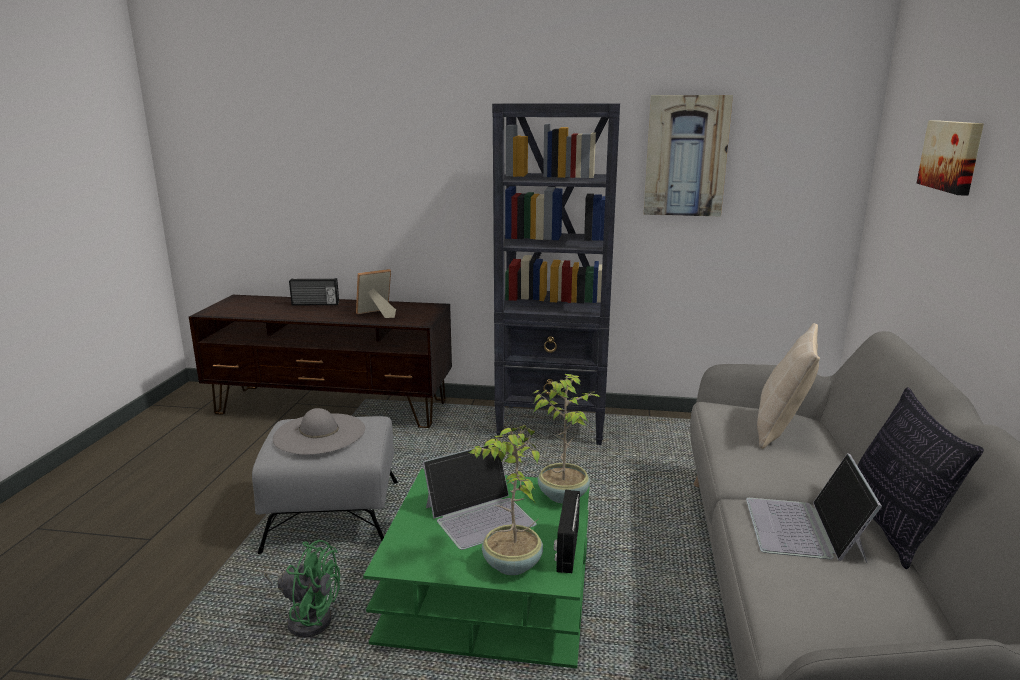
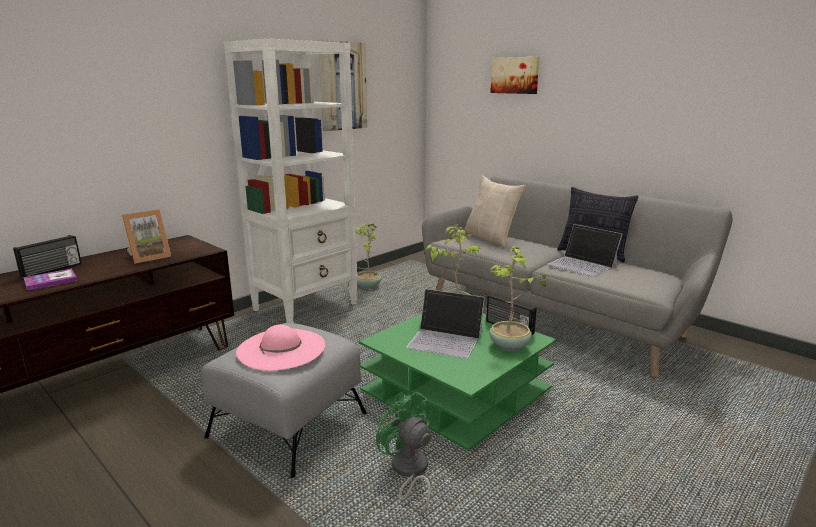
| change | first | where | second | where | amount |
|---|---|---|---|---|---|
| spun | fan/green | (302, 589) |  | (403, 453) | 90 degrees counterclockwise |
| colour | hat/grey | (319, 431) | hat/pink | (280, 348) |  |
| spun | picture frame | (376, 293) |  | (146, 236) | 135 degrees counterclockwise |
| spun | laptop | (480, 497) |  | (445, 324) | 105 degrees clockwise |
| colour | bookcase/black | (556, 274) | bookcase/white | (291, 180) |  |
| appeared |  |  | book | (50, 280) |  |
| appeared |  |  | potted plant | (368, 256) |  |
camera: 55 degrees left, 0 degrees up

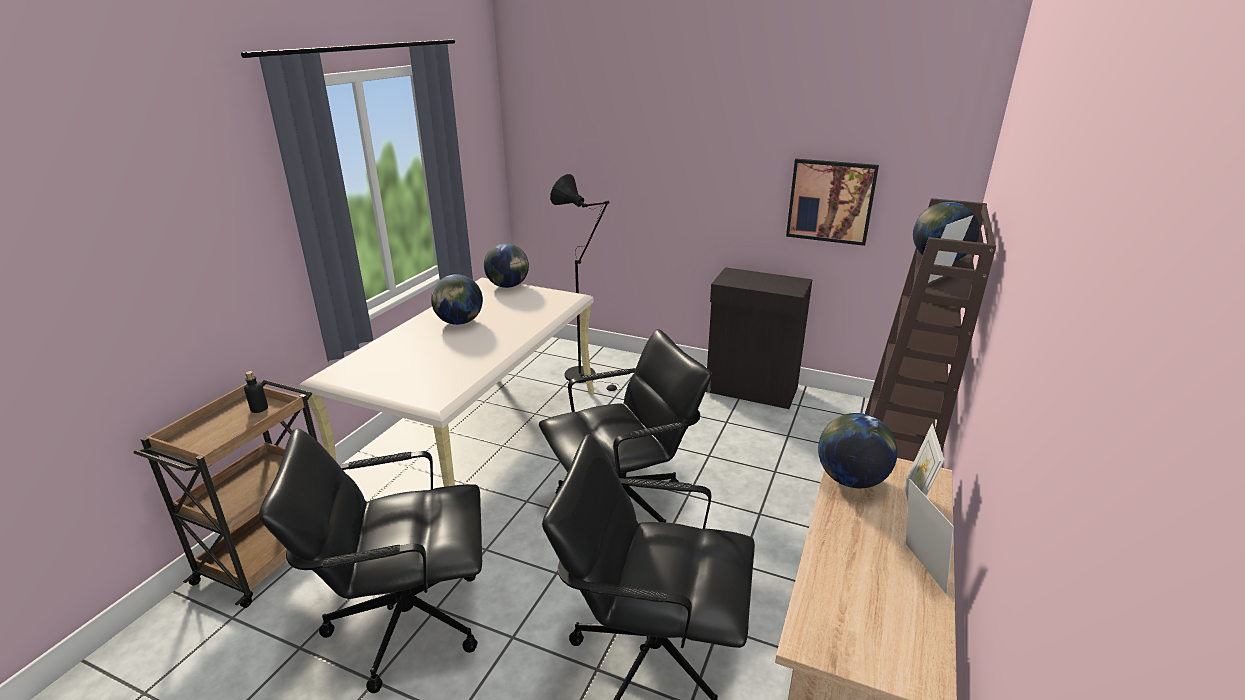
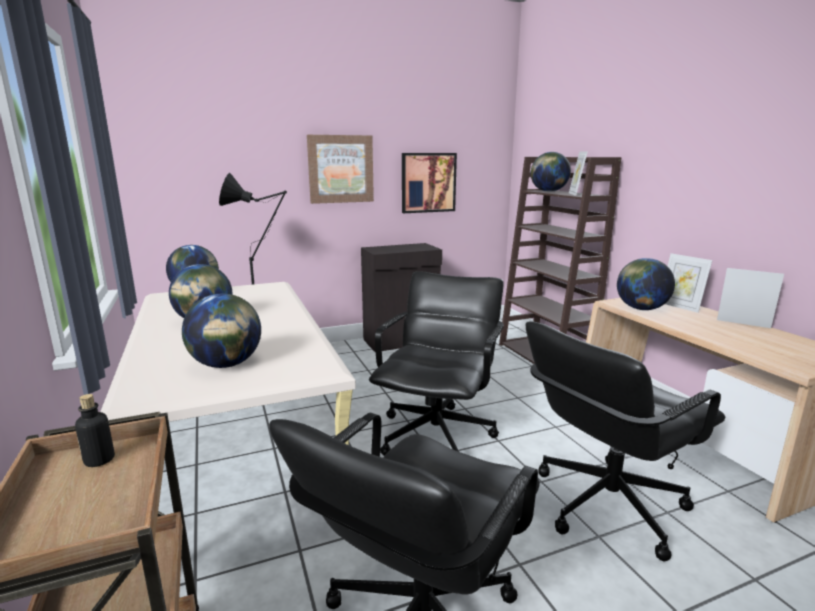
| change | first | where | second | where | amount |
|---|---|---|---|---|---|
| appeared |  |  | globe | (221, 330) |  |
| appeared |  |  | picture | (340, 169) |  |
camera: 45 degrees left, 10 degrees down

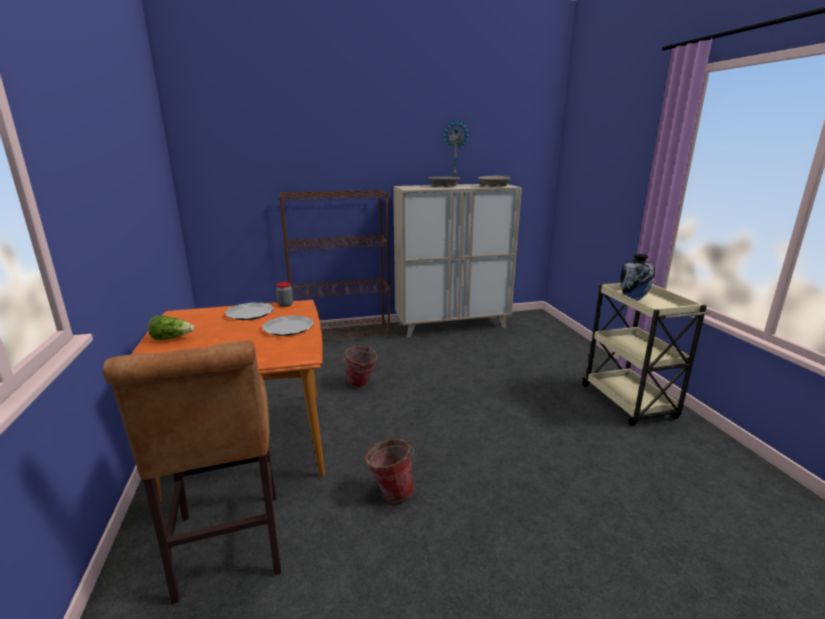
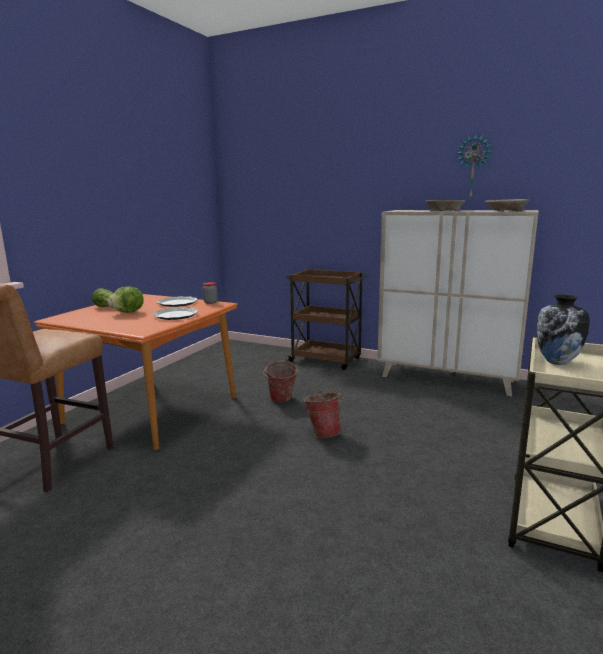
| change | first | where | second | where | amount |
|---|---|---|---|---|---|
| exchanged | bookcase/brown | (335, 265) | cart/brown | (326, 319) |  |
| relocated | bucket | (389, 471) |  | (323, 414) |  |
| appeared |  |  | lettuce | (126, 299) |  |
camera: 40 degrees right, 5 degrees down

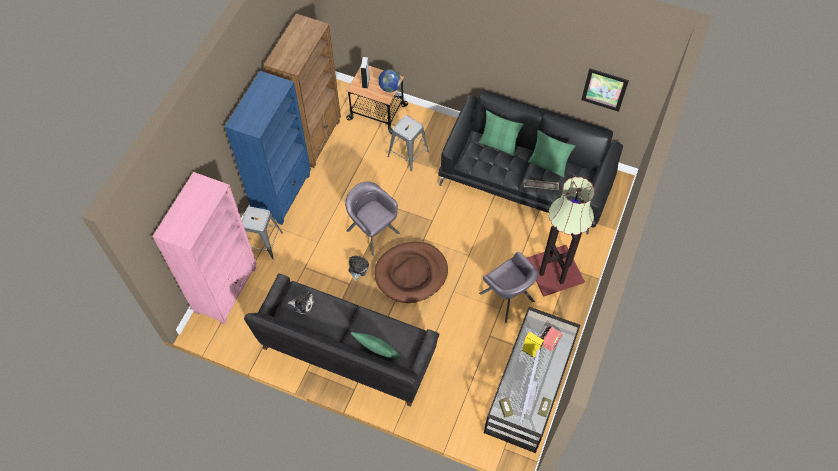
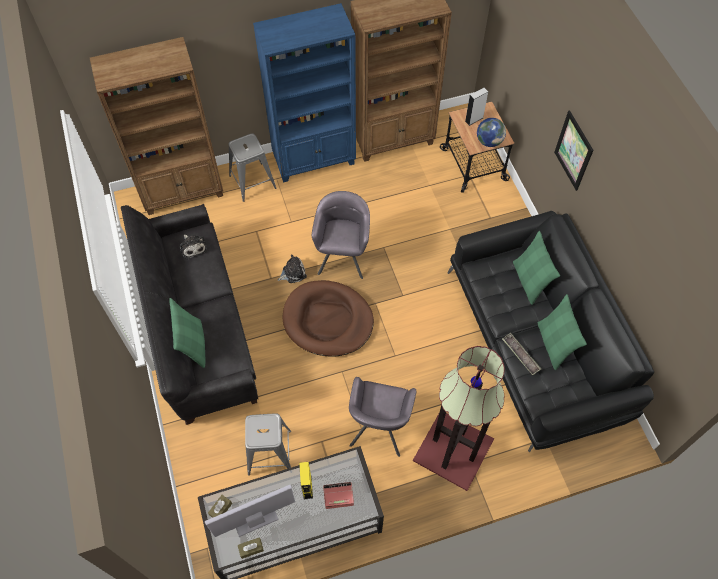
| change | first | where | second | where | amount |
|---|---|---|---|---|---|
| colour | bookcase/pink | (204, 248) | bookcase/brown | (156, 126) |  |
| relocated | stool/grey | (408, 143) |  | (268, 444) |  |
| relocated | picture | (605, 90) |  | (573, 150) |  |
camera: 50 degrees right, 0 degrees up

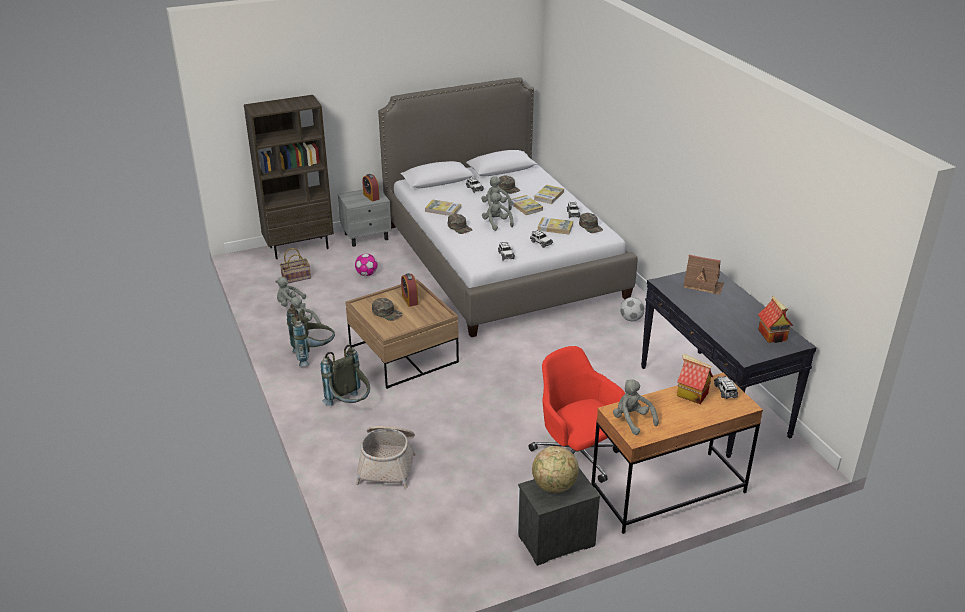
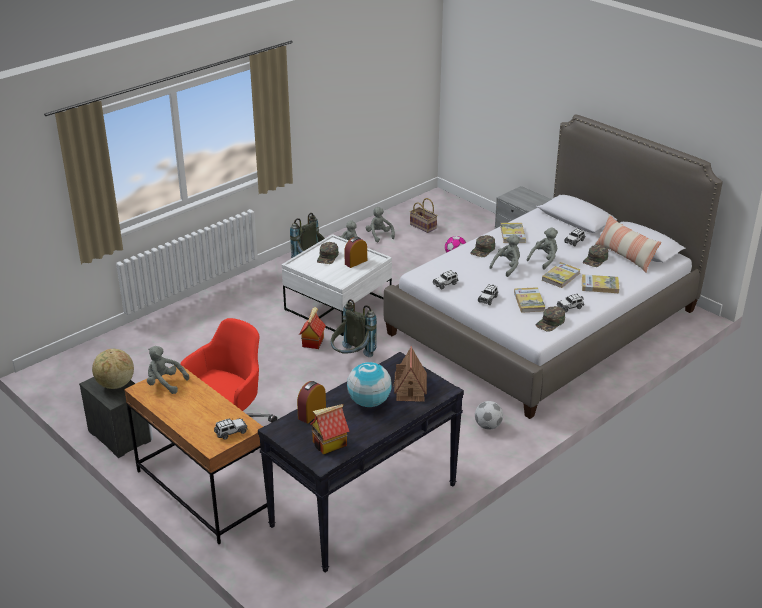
| change | first | where | second | where | amount |
|---|---|---|---|---|---|
| missing | bookcase/brown | (289, 177) |  |  |  |
| relocated | backpack/grey | (345, 375) |  | (354, 328) |  |
| colour | coffee table/brown | (402, 334) | coffee table/white | (337, 285) |  |
| missing | basket | (385, 457) |  |  |  |
| relocated | alarm clock | (371, 187) |  | (311, 402) |  |
| spun | plush toy/grey | (636, 407) |  | (168, 370) | 105 degrees counterclockwise |
| relocated | toy house | (695, 379) |  | (312, 328) |  |
| appeared |  |  | globe | (369, 384) |  |
| appeared |  |  | pillow | (627, 243) |  |
camera: 70 degrees right, 0 degrees up

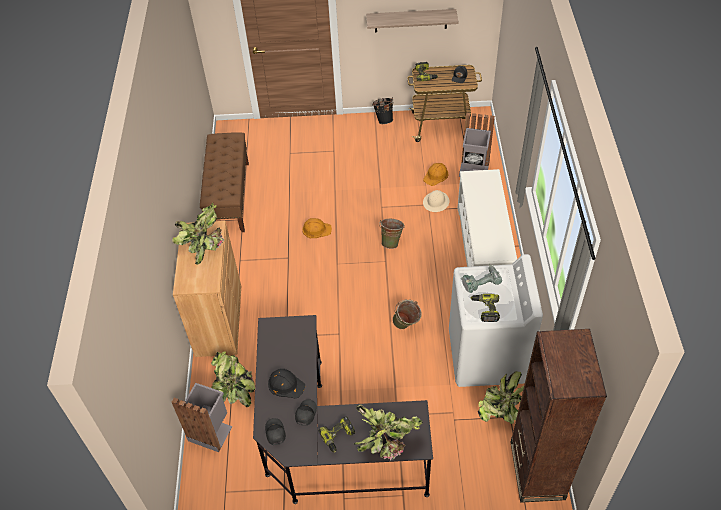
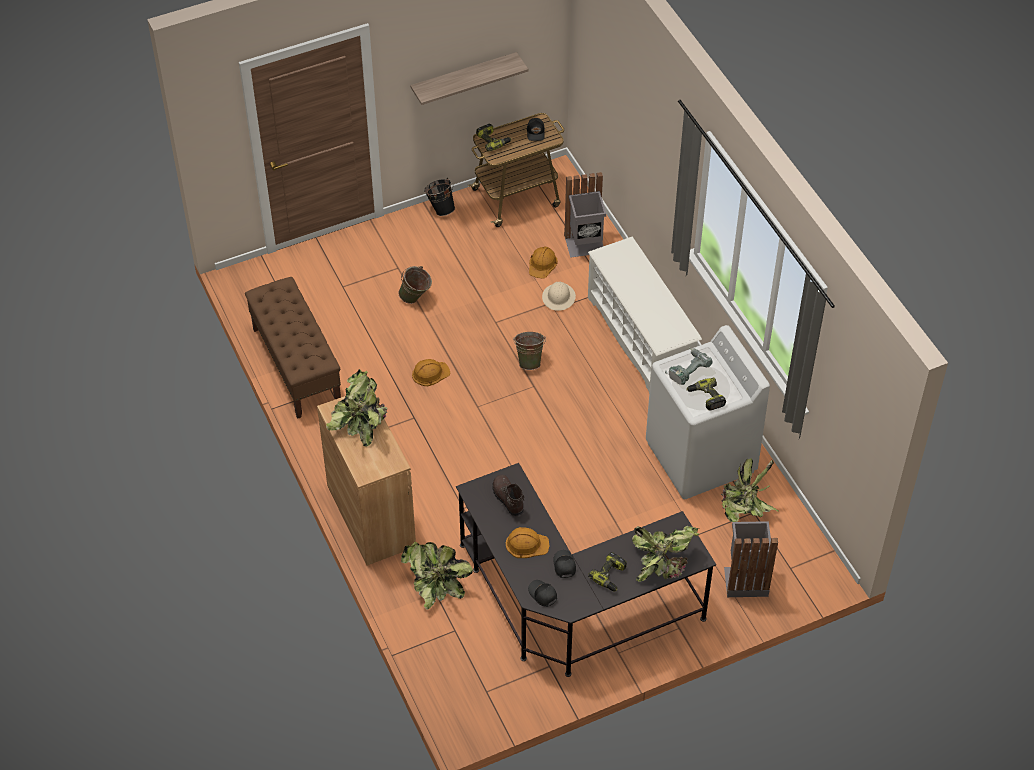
| change | first | where | second | where | amount |
|---|---|---|---|---|---|
| relocated | trash can/grey | (202, 417) |  | (751, 559) |  |
| colour | hard hat/black | (286, 383) | hard hat/orange | (528, 542) |  |
| relocated | bucket/green | (407, 314) |  | (415, 285) |  |
| missing | bookcase/brown | (558, 416) |  |  |  |
| appeared |  |  | boot/brown | (508, 495) |  |
camera: 25 degrees left, 0 degrees up

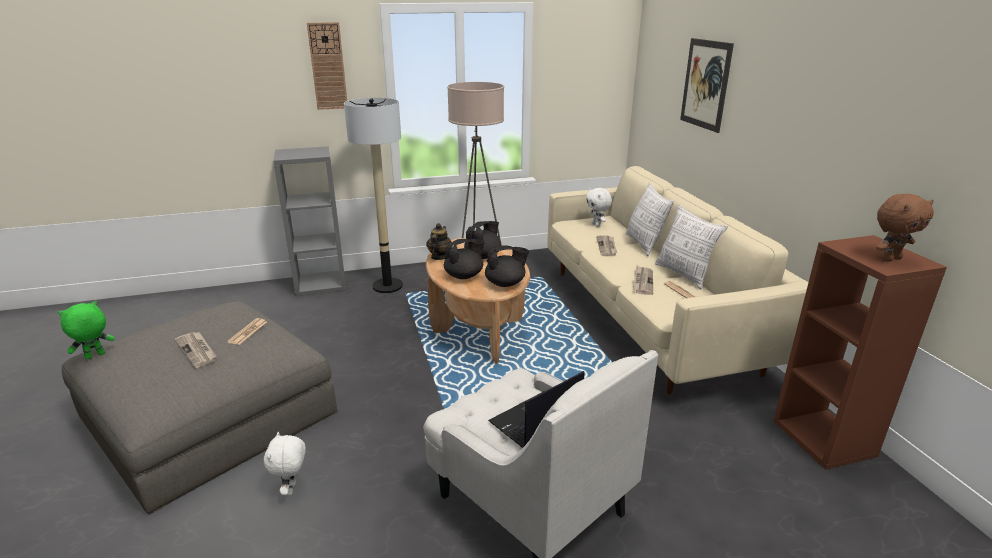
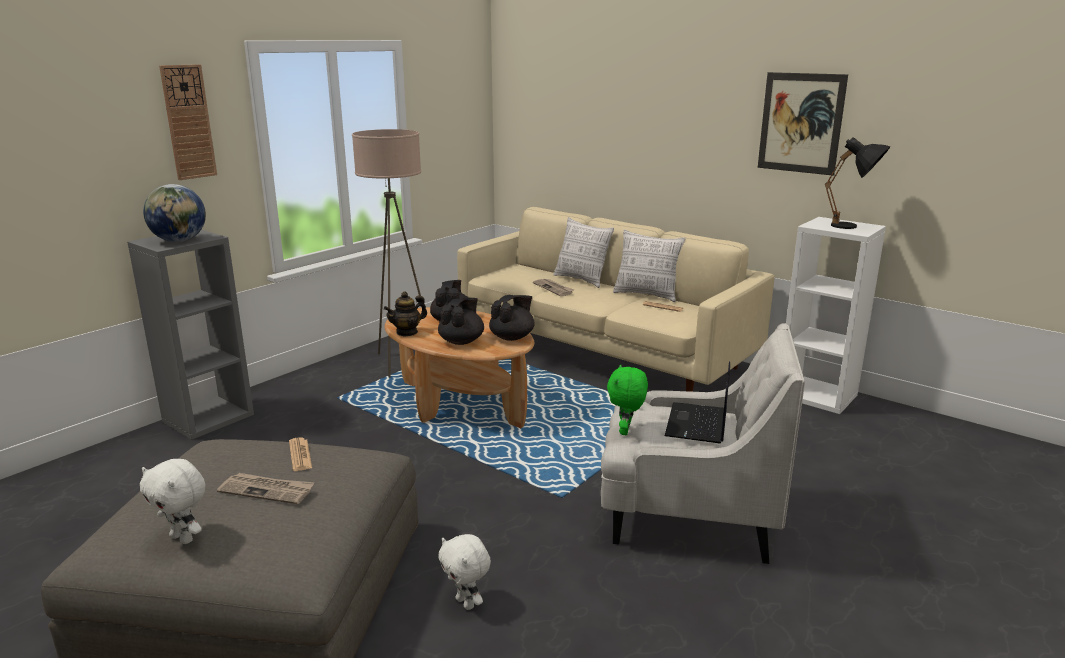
| change | first | where | second | where | amount |
|---|---|---|---|---|---|
| relocated | plush toy/green | (86, 330) |  | (627, 399) |  |
| missing | floor lamp | (373, 195) |  |  |  |
| spun | teapot | (439, 241) |  | (405, 314) | 105 degrees counterclockwise |
| relocated | plush toy/white | (599, 207) |  | (172, 501) |  |
| missing | newspaper | (643, 280) |  |  |  |
| relocated | picture | (707, 85) |  | (803, 124) |  |
| colour | bookcase/brown | (860, 352) | bookcase/white | (836, 315) |  |
| exchanged | plush toy/brown | (905, 228) | table lamp/black | (857, 183) |  |
| appeared |  |  | globe | (174, 213) |  |
camera: 35 degrees left, 5 degrees down

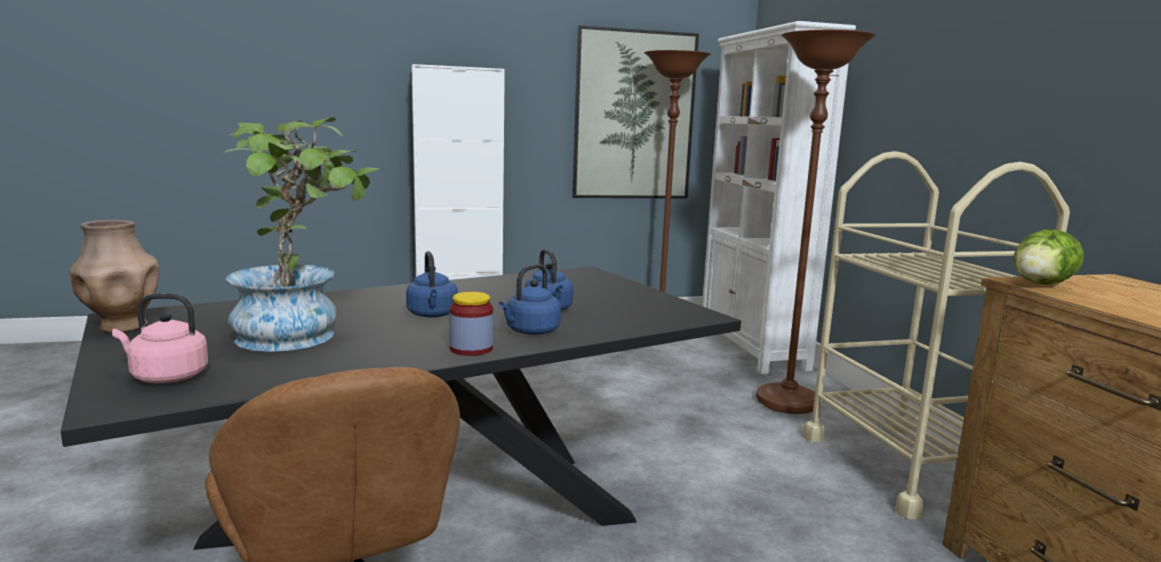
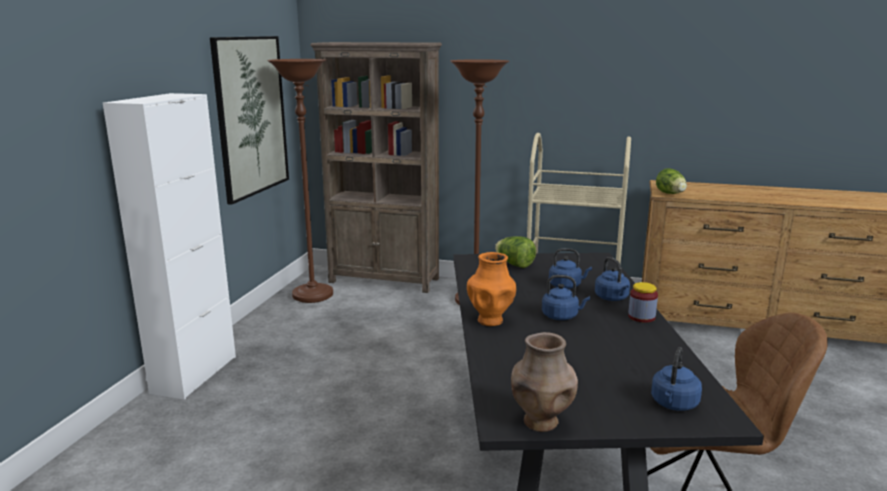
| change | first | where | second | where | amount |
|---|---|---|---|---|---|
| colour | kettle/pink | (160, 338) | kettle/blue | (676, 379) |  |
| missing | potted plant | (305, 234) |  |  |  |
| colour | bookcase/white | (779, 197) | bookcase/brown | (376, 167) |  |
| appeared |  |  | vase/orange | (491, 289) |  |
| appeared |  |  | lettuce | (515, 252) |  |
camera: 60 degrees left, 5 degrees up

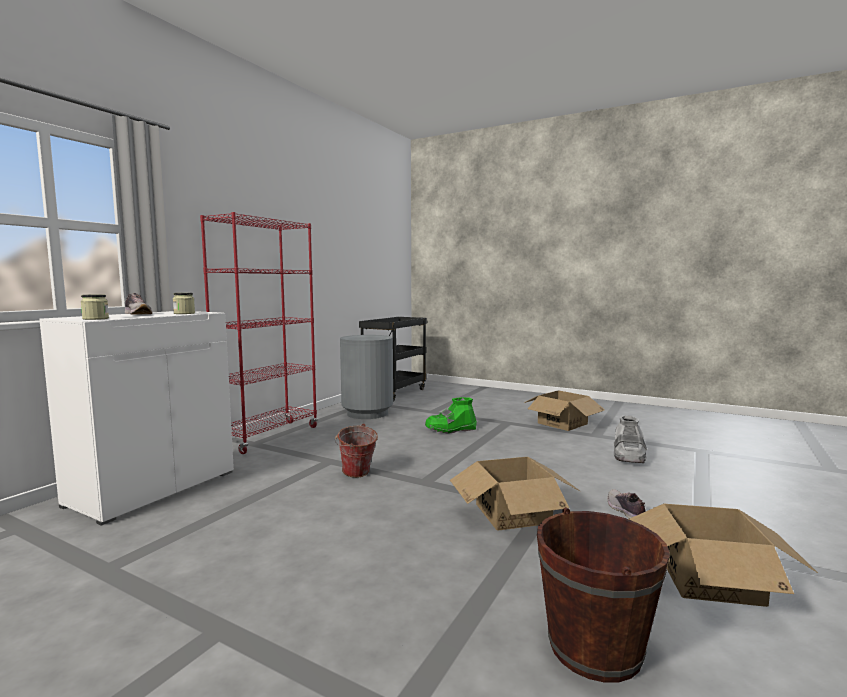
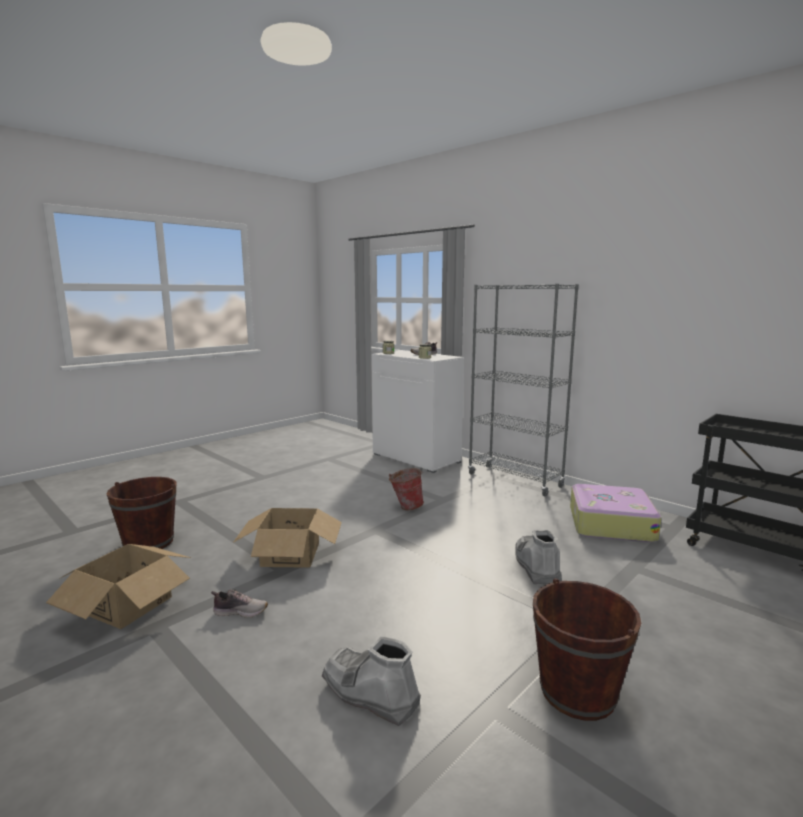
| change | first | where | second | where | amount |
|---|---|---|---|---|---|
| colour | bookcase/red | (259, 333) | bookcase/grey | (523, 390) |  |
| exchanged | trash can/grey | (366, 377) | suitcase | (616, 513) |  |
| colour | boot/green | (451, 415) | boot/grey | (538, 557) |  |
| exchanged | cardboard box | (564, 410) | bucket/brown | (587, 649) |  |
camera: 105 degrees right, 5 degrees up

